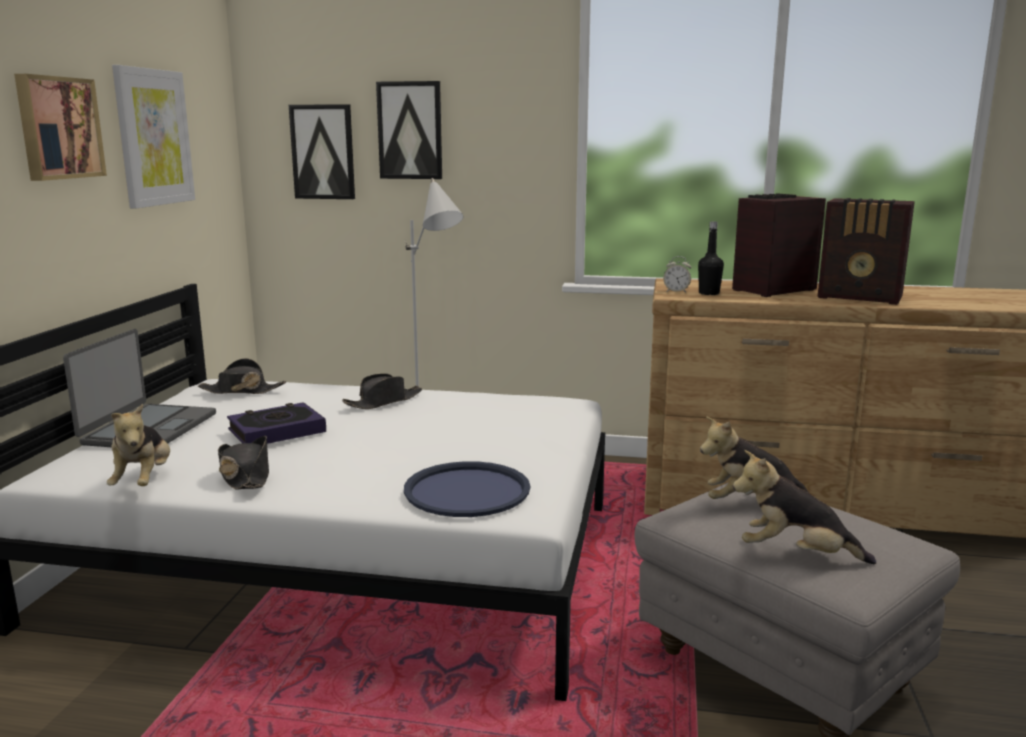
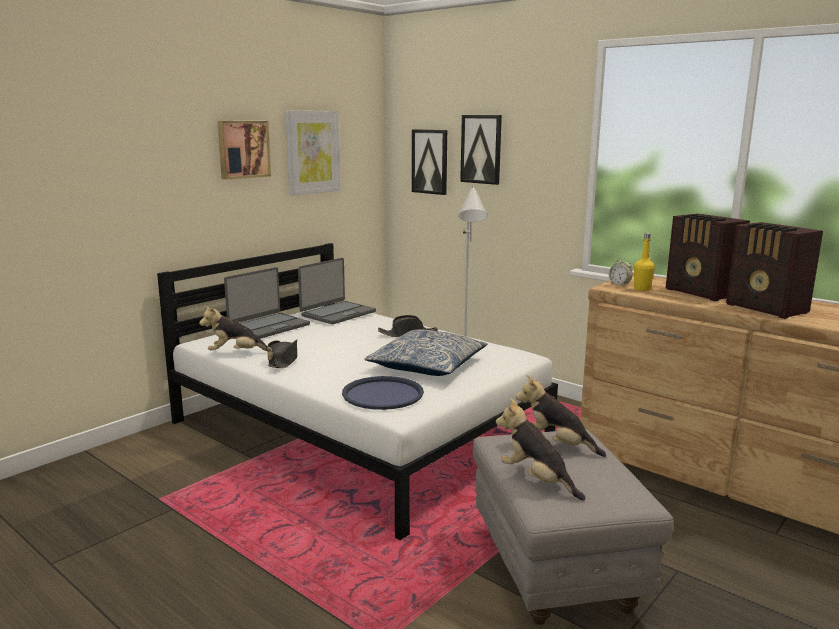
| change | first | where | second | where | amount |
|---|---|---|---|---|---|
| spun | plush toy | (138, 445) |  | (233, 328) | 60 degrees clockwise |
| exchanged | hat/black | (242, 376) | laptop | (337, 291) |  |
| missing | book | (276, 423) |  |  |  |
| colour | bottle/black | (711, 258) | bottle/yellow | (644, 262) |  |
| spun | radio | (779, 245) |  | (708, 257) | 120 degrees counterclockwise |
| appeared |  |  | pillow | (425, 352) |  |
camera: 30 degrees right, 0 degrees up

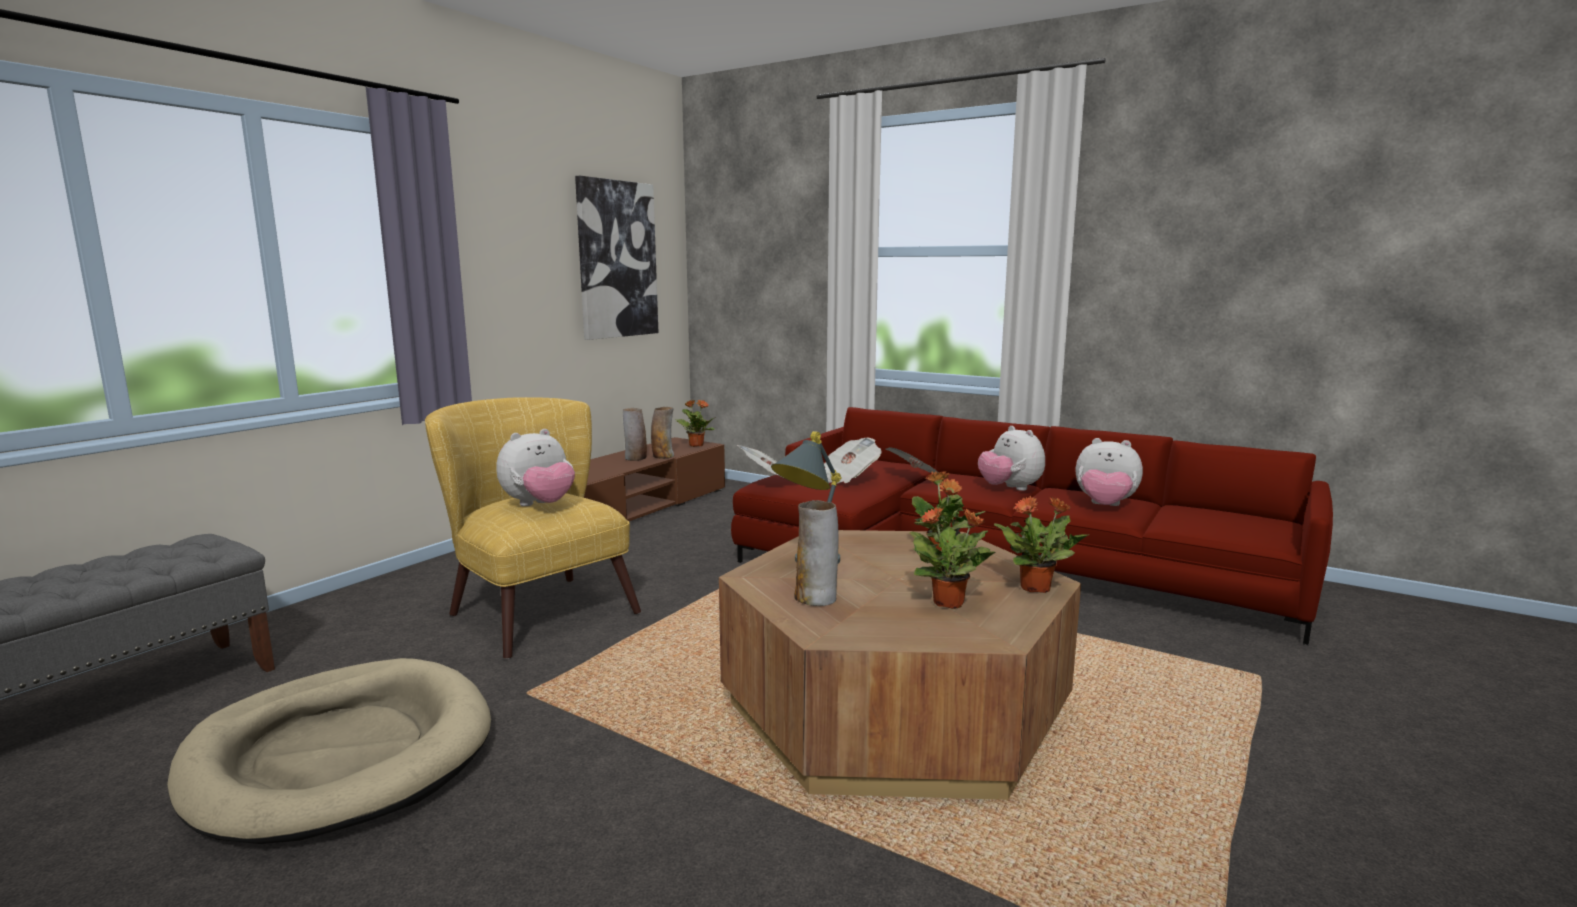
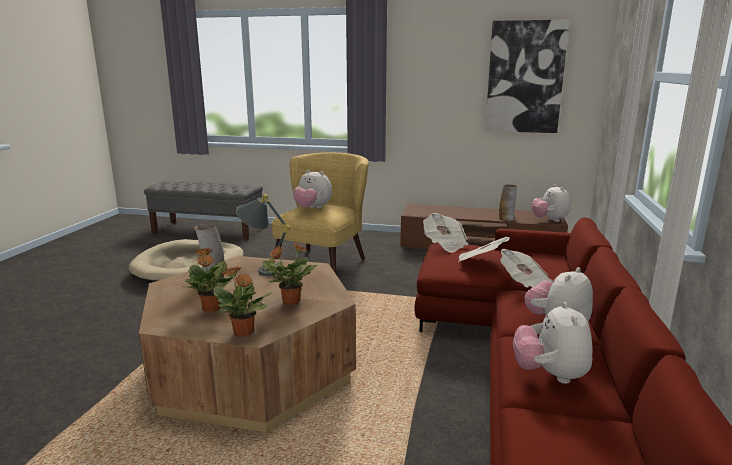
| change | first | where | second | where | amount |
|---|---|---|---|---|---|
| missing | vase | (635, 434) |  |  |  |
| exchanged | potted plant | (695, 423) | plush toy | (551, 203) |  |
camera: 70 degrees right, 5 degrees up

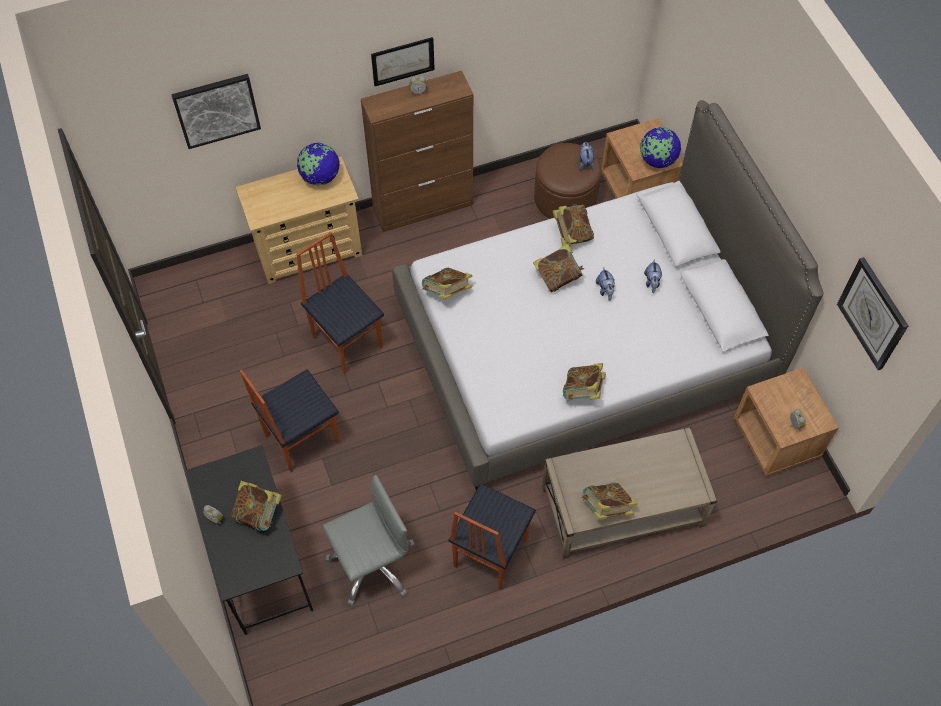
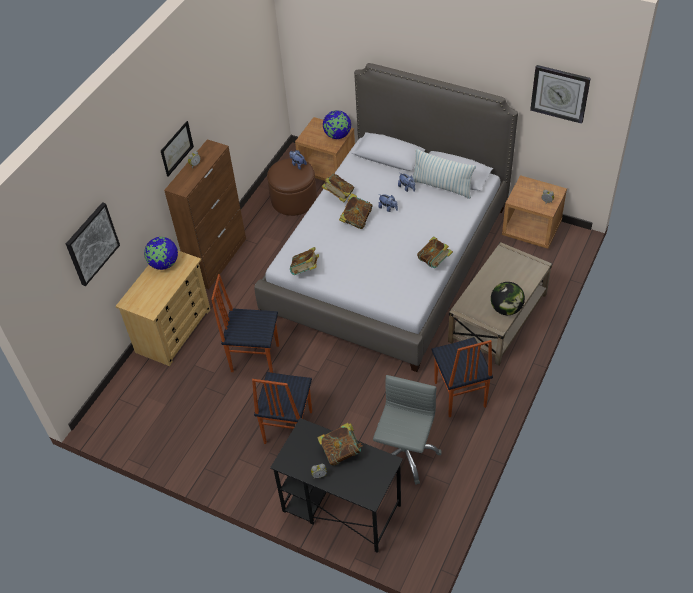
| change | first | where | second | where | amount |
|---|---|---|---|---|---|
| exchanged | book | (609, 501) | globe | (508, 298) |  |
| appeared |  |  | pillow | (444, 174) |  |
camera: 40 degrees left, 10 degrees down

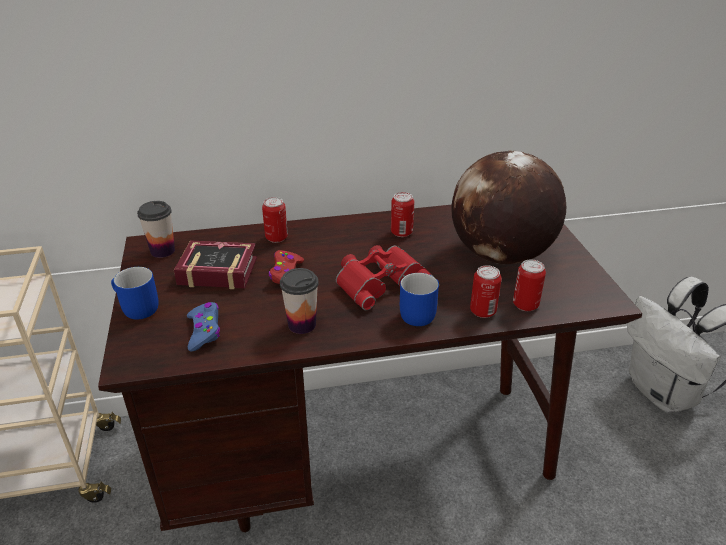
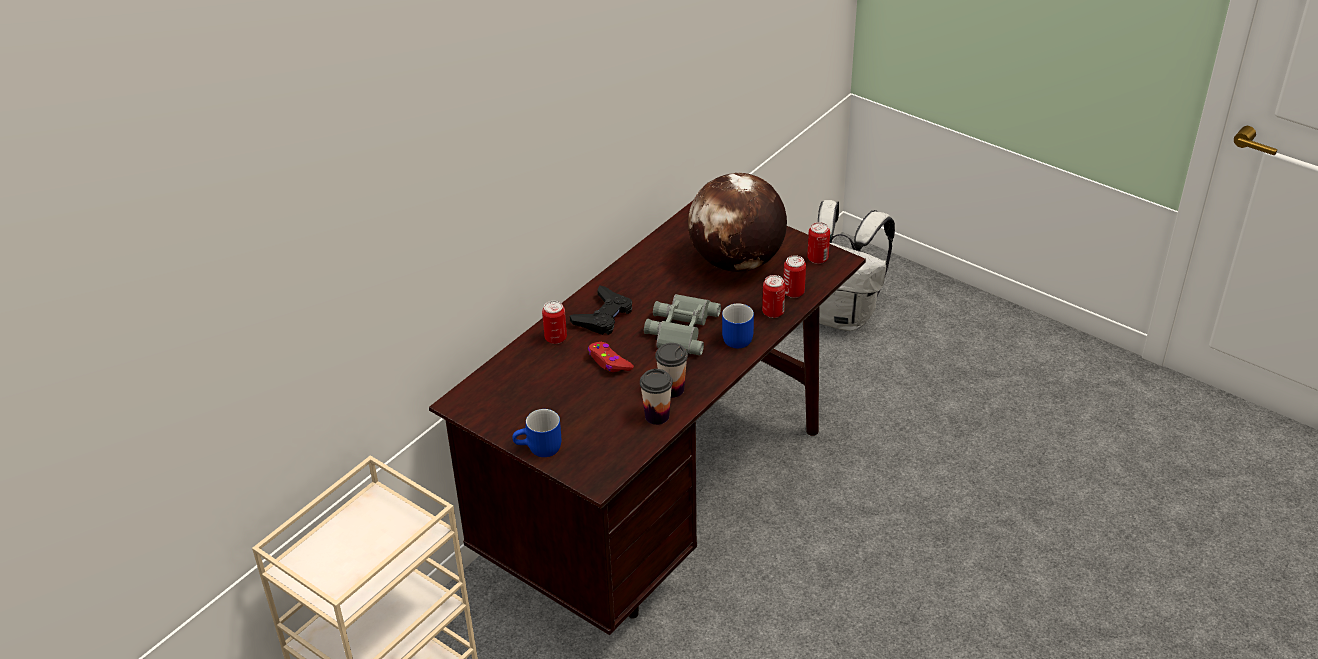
| change | first | where | second | where | amount |
|---|---|---|---|---|---|
| relocated | cup | (156, 229) |  | (656, 397) |  |
| missing | book | (215, 264) |  |  |  |
| missing | game controller/blue | (203, 327) |  |  |  |
| colour | binoculars/red | (385, 277) | binoculars/grey | (682, 324) |  |
| relocated | can | (402, 214) |  | (818, 243) |  |
| appeared |  |  | game controller/black | (601, 310) |  |
camera: 40 degrees left, 5 degrees up

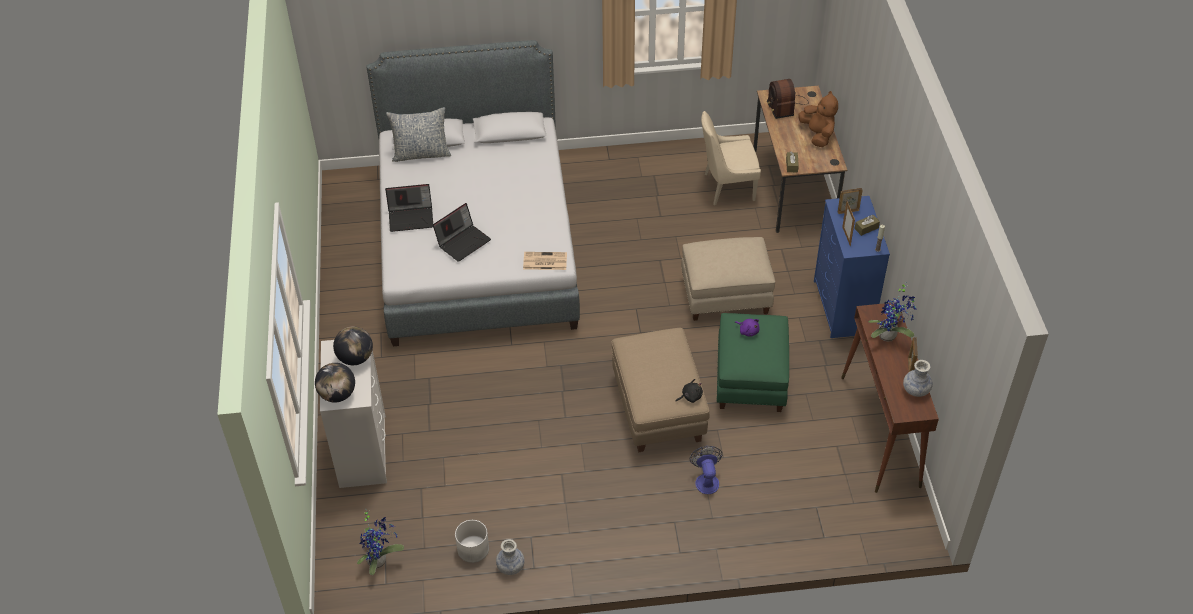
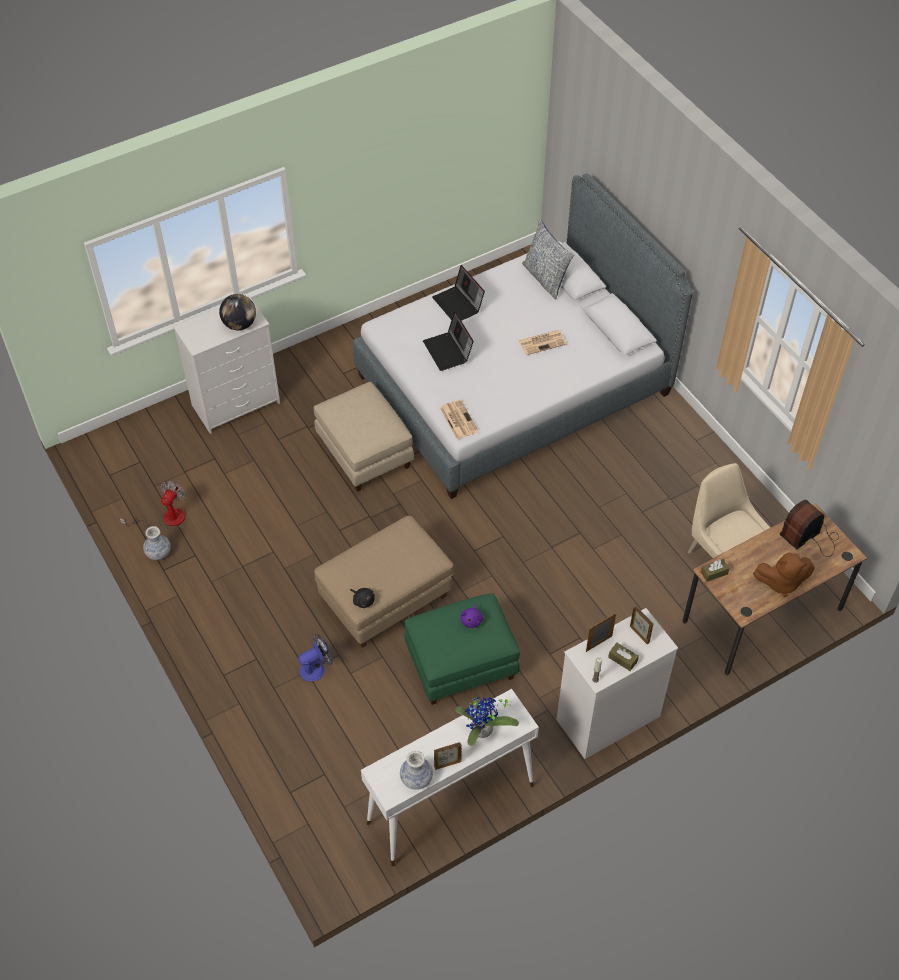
| change | first | where | second | where | amount |
|---|---|---|---|---|---|
| missing | globe | (335, 382) |  |  |  |
| missing | potted plant | (380, 542) |  |  |  |
| spun | laptop | (462, 232) |  | (448, 341) | 45 degrees clockwise |
| exchanged | planter/white | (472, 541) | fan | (152, 505) |  |
| relocated | ottoman/beige | (728, 279) |  | (364, 437) |  |
| spun | plush toy/brown | (818, 119) |  | (784, 574) | 45 degrees clockwise |
| colour | dresser/blue | (852, 267) | dresser/white | (617, 683) |  |
| colour | console table/brown | (890, 398) | console table/white | (450, 777) |  |
| appeared |  |  | newspaper | (542, 342) |  |
camera: 65 degrees right, 5 degrees up

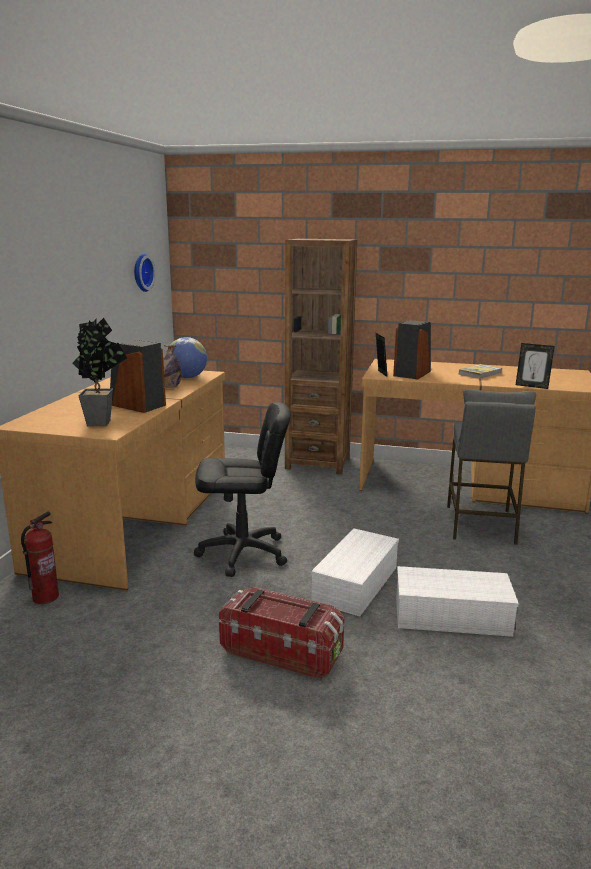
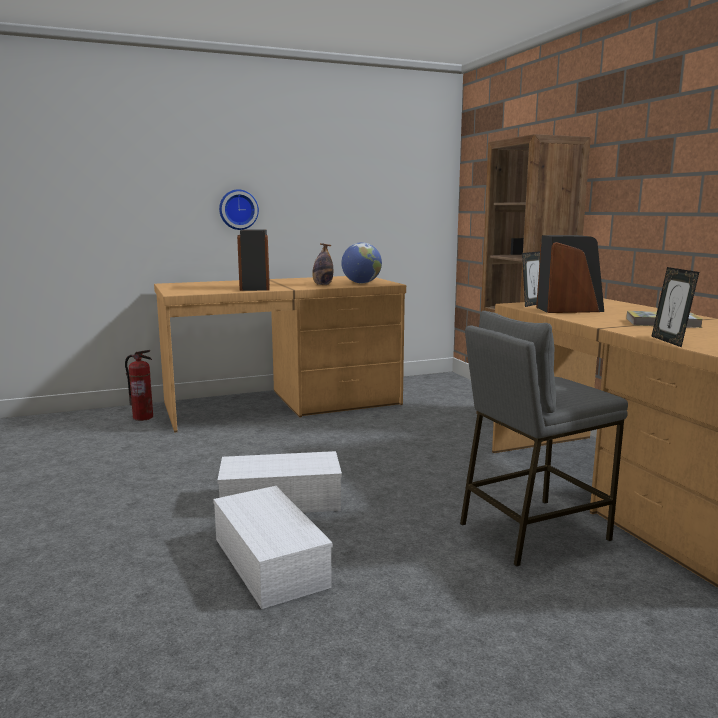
| change | first | where | second | where | amount |
|---|---|---|---|---|---|
| missing | potted plant | (99, 372) |  |  |  |
| relocated | wall clock | (144, 272) |  | (239, 209) |  |
| missing | office chair/black | (242, 489) |  |  |  |
| missing | storage box | (281, 633) |  |  |  |
camera: 55 degrees right, 5 degrees down

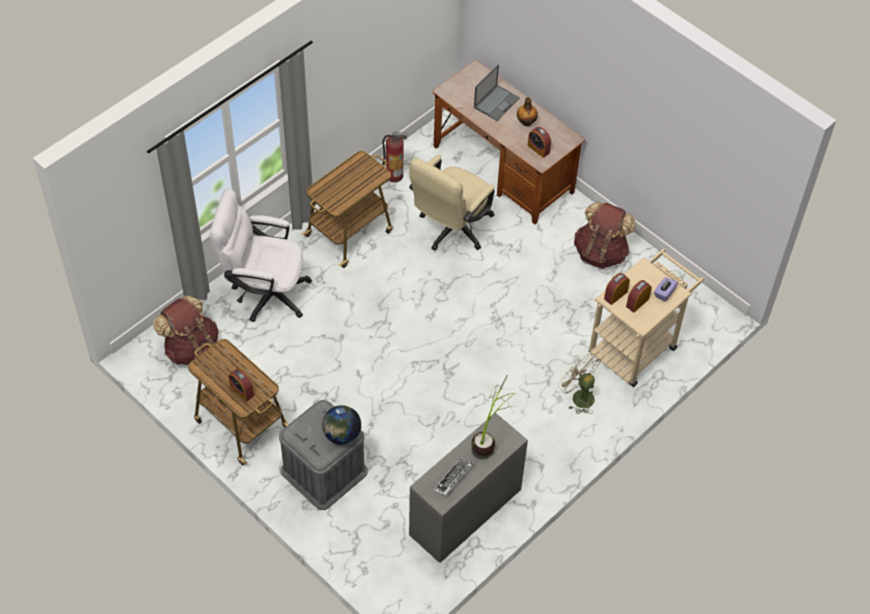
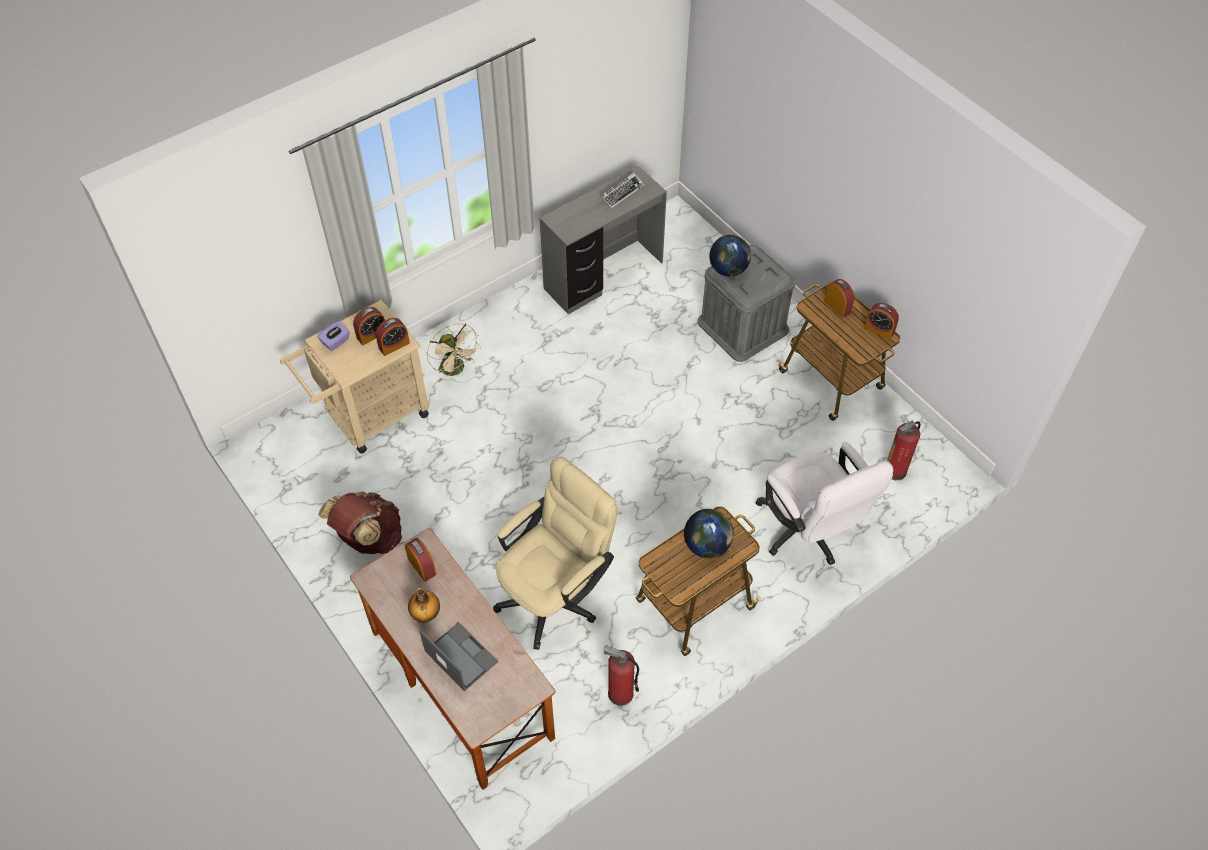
| change | first | where | second | where | amount |
|---|---|---|---|---|---|
| exchanged | backpack/brown | (185, 330) | fire extinguisher | (903, 450) |  |
| spun | office chair/white | (261, 255) |  | (824, 503) | 45 degrees clockwise |
| missing | potted plant | (493, 417) |  |  |  |
| spun | laptop | (497, 93) |  | (458, 656) | 90 degrees clockwise |
| appeared |  |  | globe | (709, 533) |  |
| appeared |  |  | alarm clock | (881, 321) |  |
camera: 170 degrees left, 0 degrees up

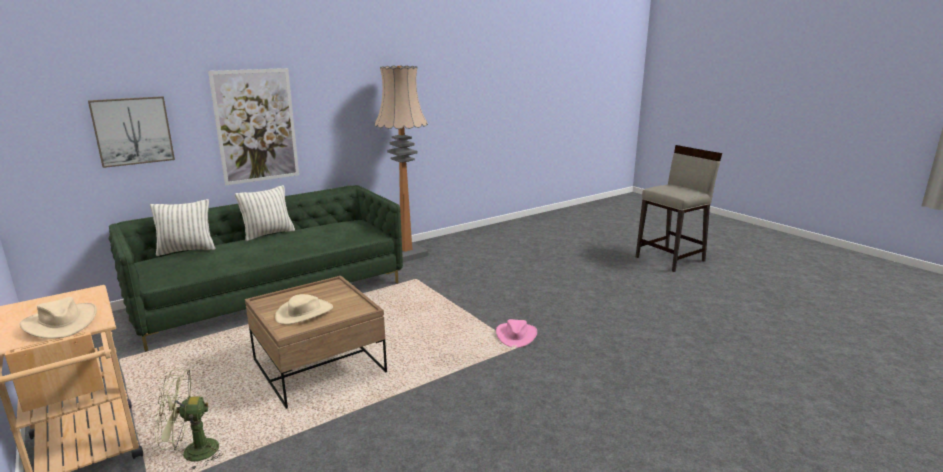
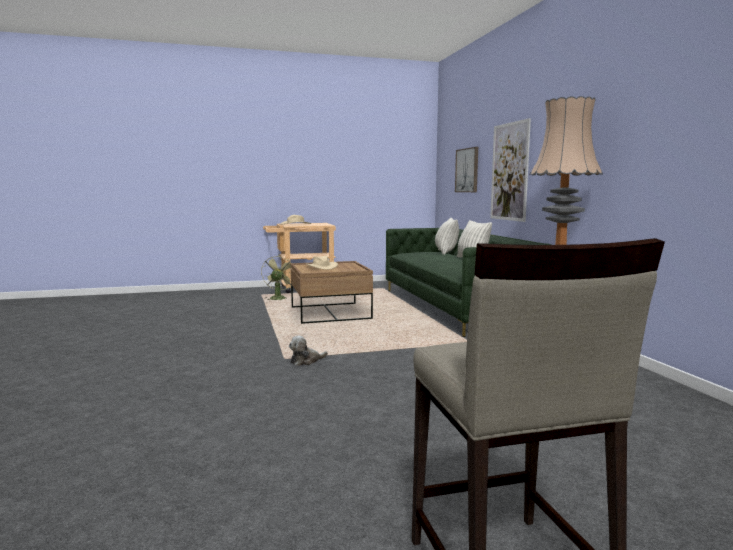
| change | first | where | second | where | amount |
|---|---|---|---|---|---|
| exchanged | hat/pink | (516, 333) | plush toy | (308, 351) |  |
camera: 110 degrees right, 10 degrees down

